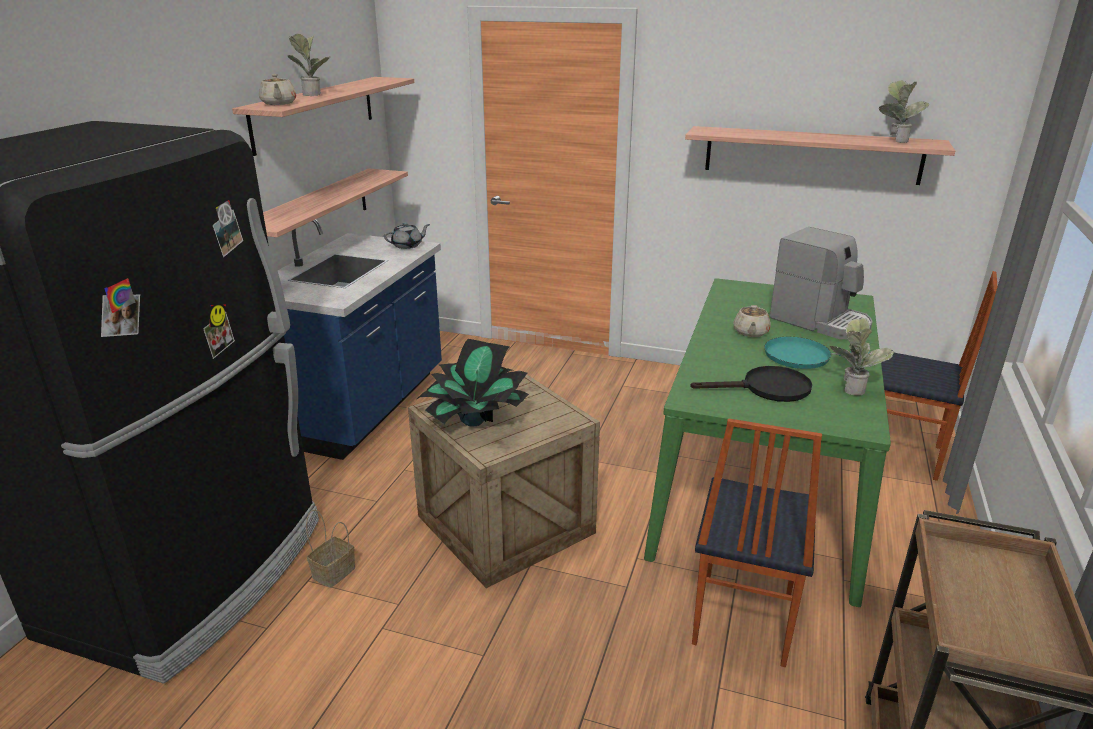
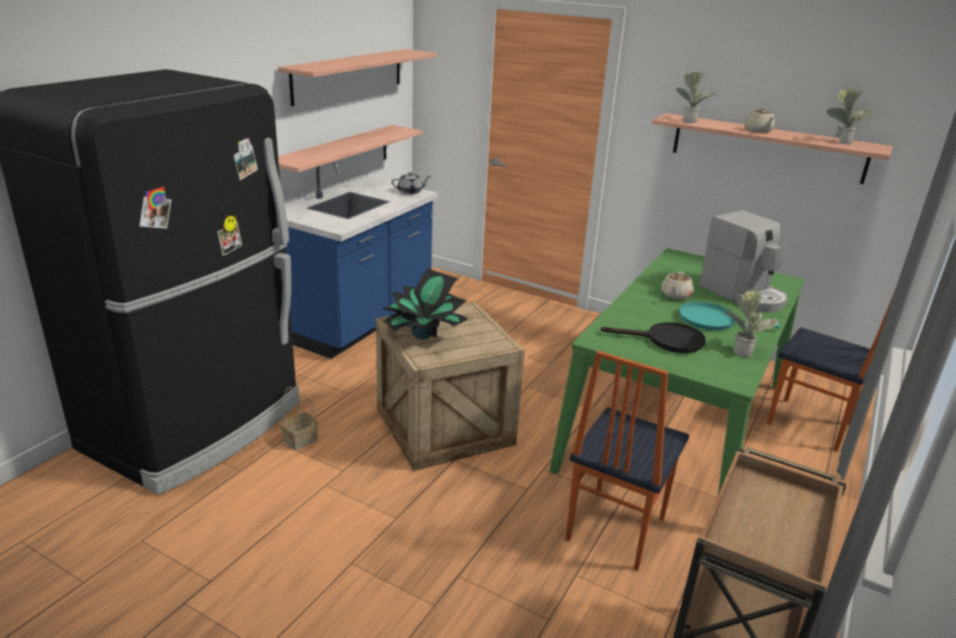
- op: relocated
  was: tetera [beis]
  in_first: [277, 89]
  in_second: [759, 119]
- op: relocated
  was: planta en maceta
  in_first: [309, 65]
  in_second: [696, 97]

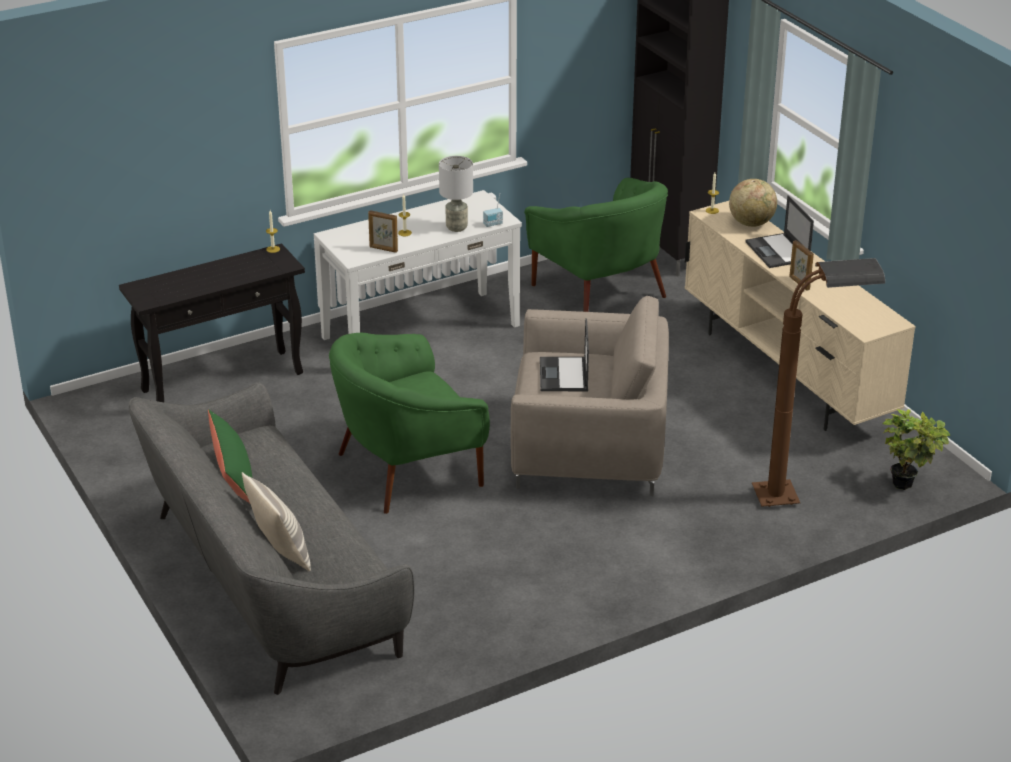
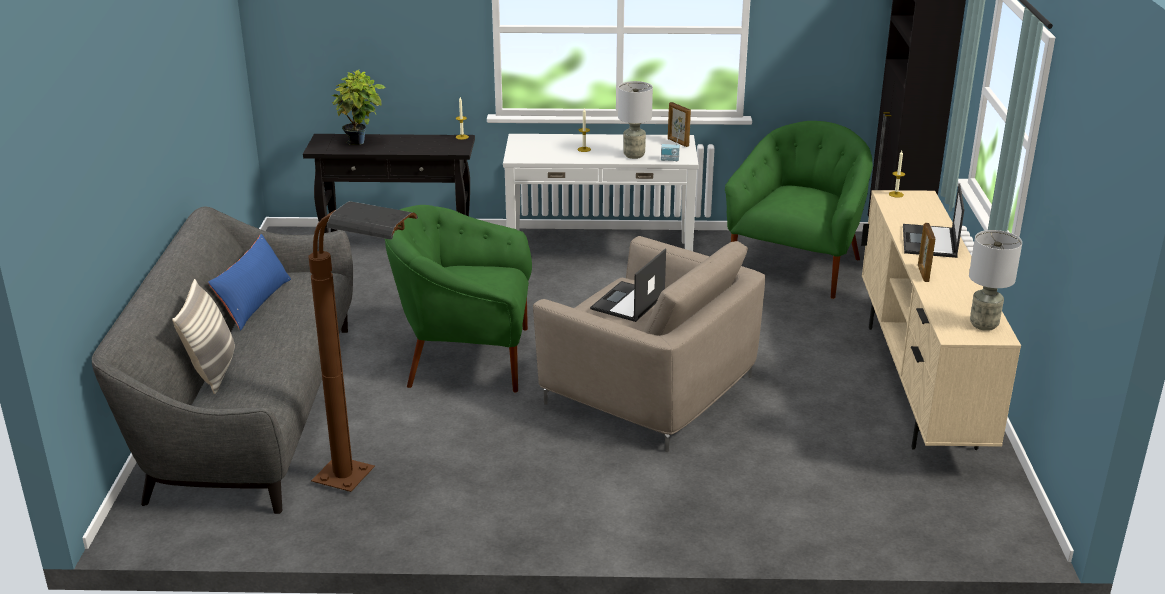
- op: colour
  was: cojín [verde]
  now: cojín [azul]
  in_first: [230, 456]
  in_second: [249, 282]
- op: relocated
  was: portarretratos
  in_first: [383, 231]
  in_second: [679, 124]
- op: spun
  was: sillón [verde]
  in_first: [596, 245]
  in_second: [799, 210]
  clockwise: -150
- op: missing
  was: globo terráqueo
  in_first: [753, 203]
- op: relocated
  was: lámpara de pie [marrón]
  in_first: [818, 382]
  in_second: [363, 346]
- op: relocated
  was: planta en maceta
  in_first: [916, 449]
  in_second: [358, 107]
- op: appeared
  now: lámpara de mesa [gris]
  in_second: [995, 280]

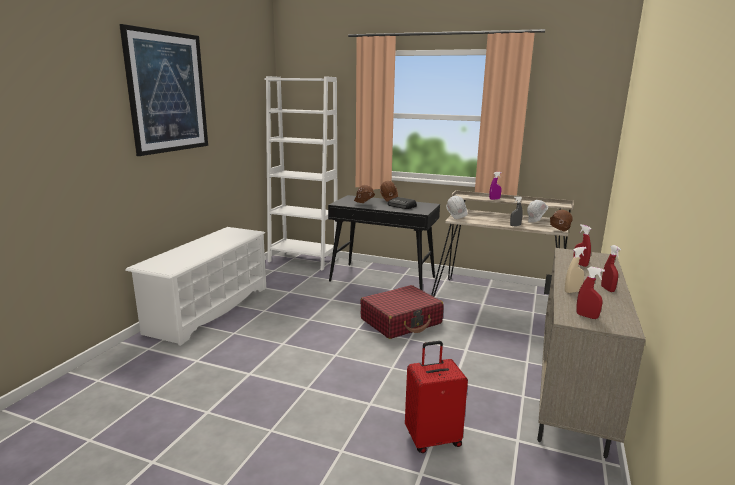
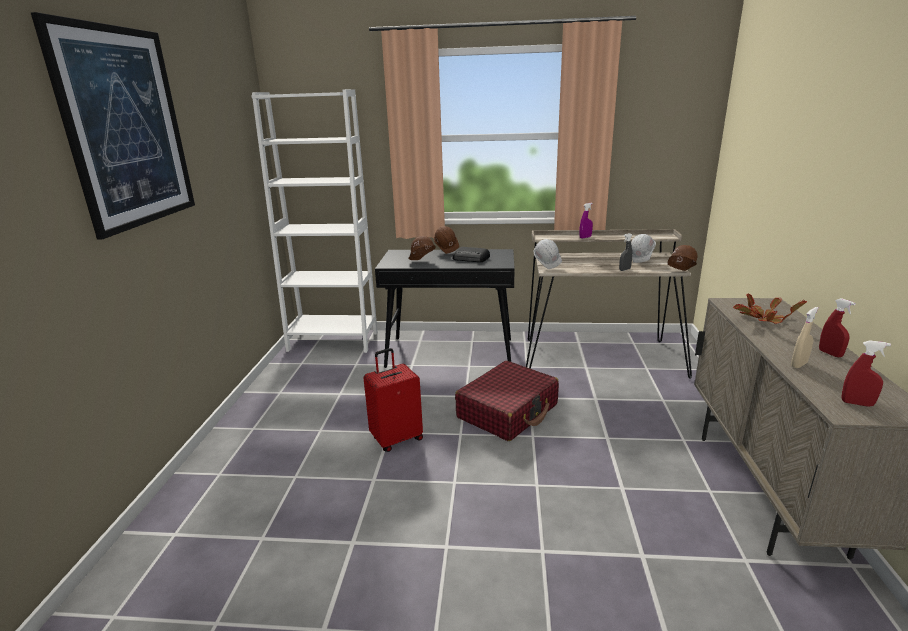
- op: missing
  was: zapatero [blanco]
  in_first: [195, 286]
- op: relocated
  was: maleta [rojo]
  in_first: [436, 397]
  in_second: [393, 400]
- op: exchanged
  was: pulverizador [rojo]
  now: planta en maceta
  in_first: [582, 245]
  in_second: [770, 308]

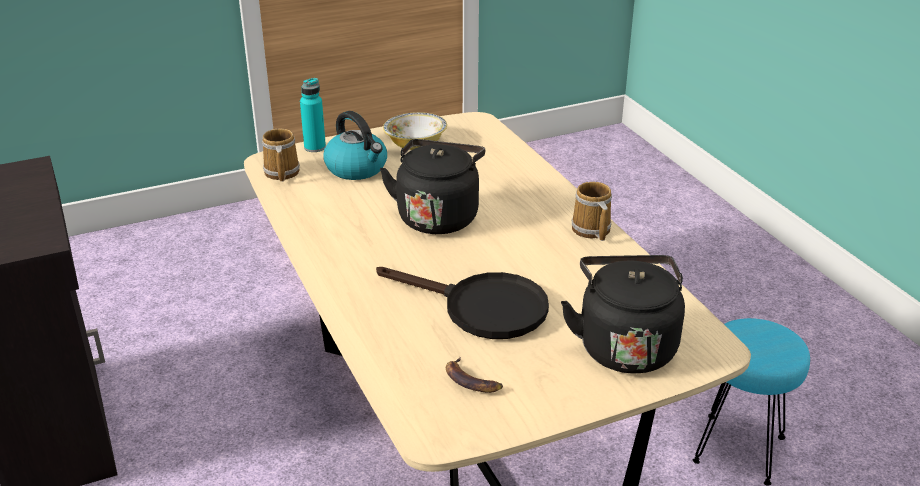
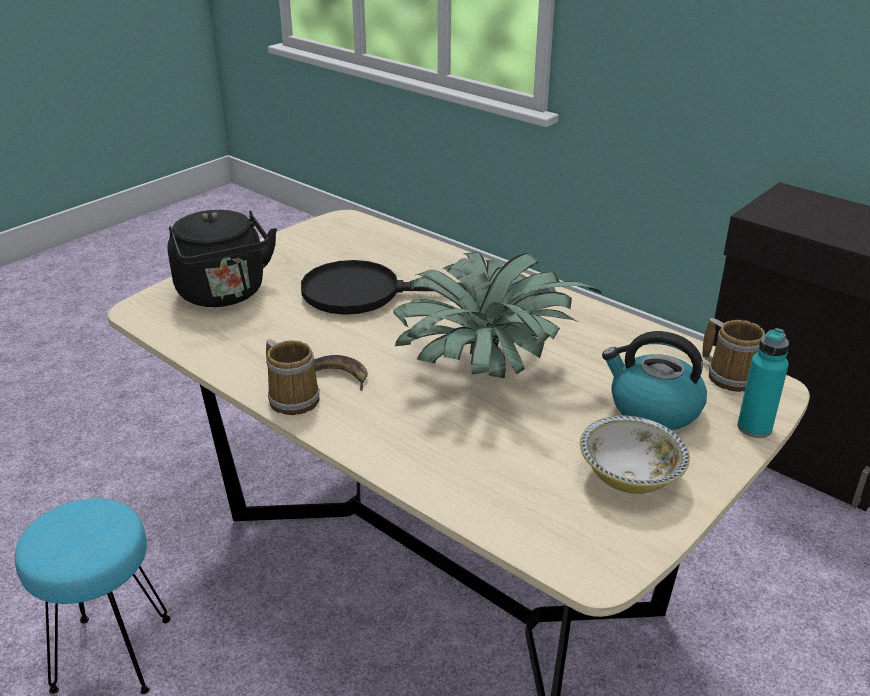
- op: exchanged
  was: hervidor [negro]
  now: planta en maceta
  in_first: [432, 186]
  in_second: [497, 315]
- op: relocated
  was: plátano
  in_first: [474, 375]
  in_second: [341, 373]

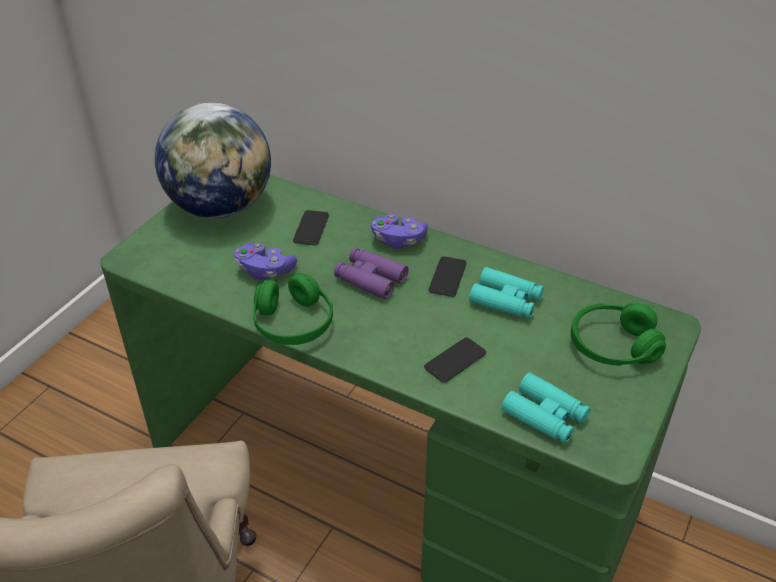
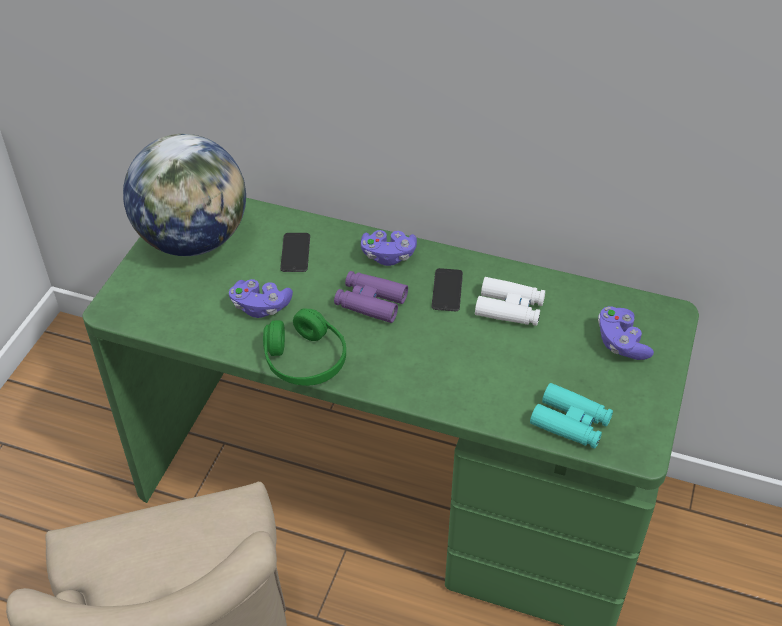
- op: missing
  was: móvil
  in_first: [455, 360]
- op: colour
  was: prismáticos [turquesa]
  now: prismáticos [blanco]
  in_first: [506, 293]
  in_second: [510, 301]
- op: exchanged
  was: auriculares [verde]
  now: mando de consola [morado]
  in_first: [618, 334]
  in_second: [626, 333]

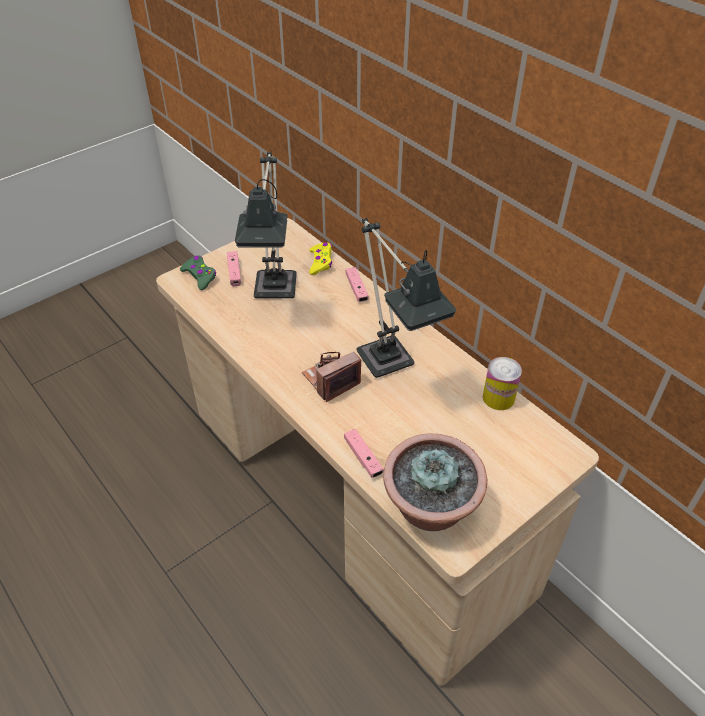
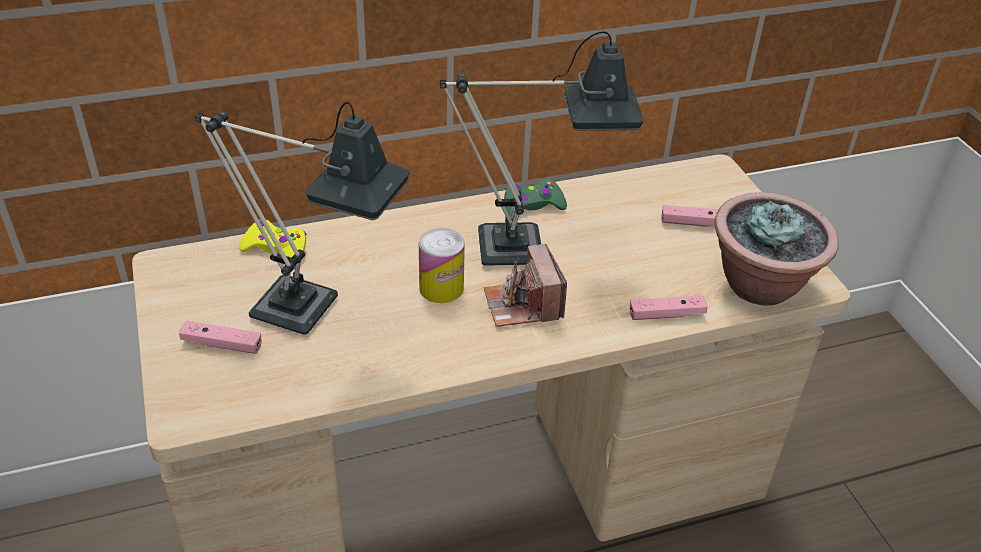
- op: relocated
  was: mando de consola [verde]
  in_first: [198, 272]
  in_second: [535, 196]
- op: relocated
  was: mando de consola [rosa]
  in_first: [357, 284]
  in_second: [690, 216]
- op: relocated
  was: lata
  in_first: [502, 383]
  in_second: [442, 265]

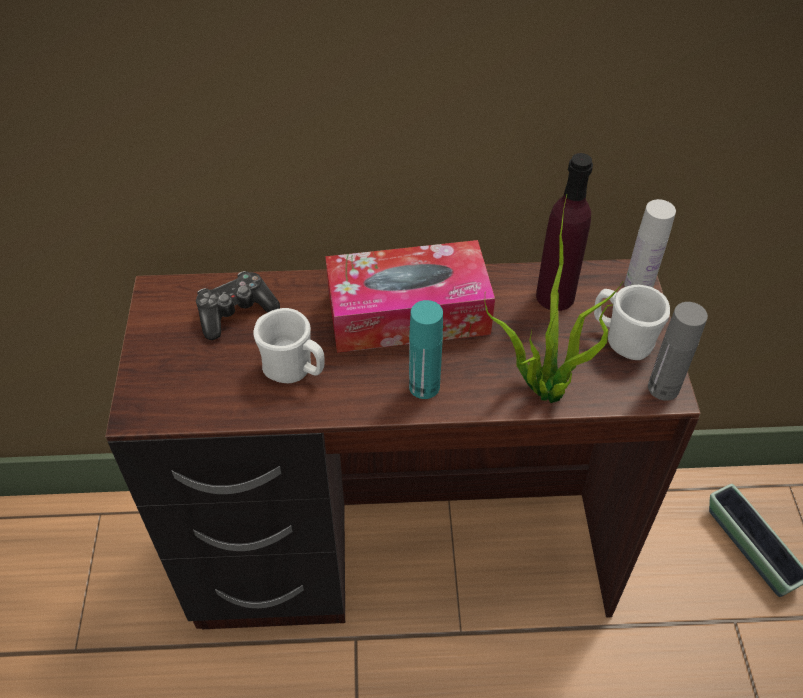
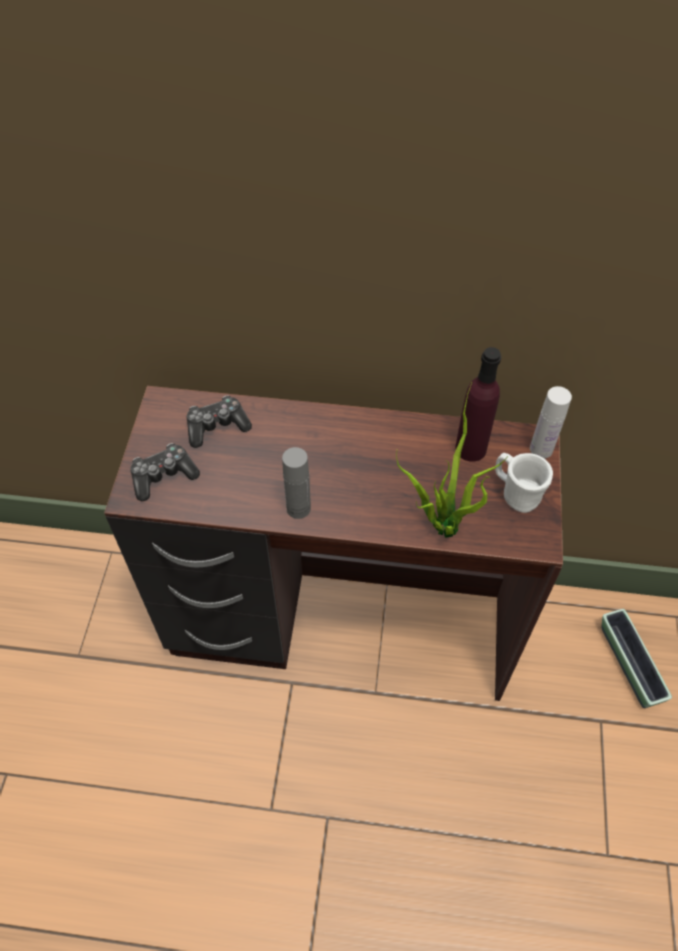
- op: missing
  was: taza grande [blanco]
  in_first: [288, 345]
- op: missing
  was: caja de pañuelos
  in_first: [410, 296]
- op: missing
  was: botella [turquesa]
  in_first: [426, 349]
- op: relocated
  was: botella [gris]
  in_first: [678, 351]
  in_second: [296, 483]
- op: appeared
  now: mando de consola
  in_second: [165, 472]

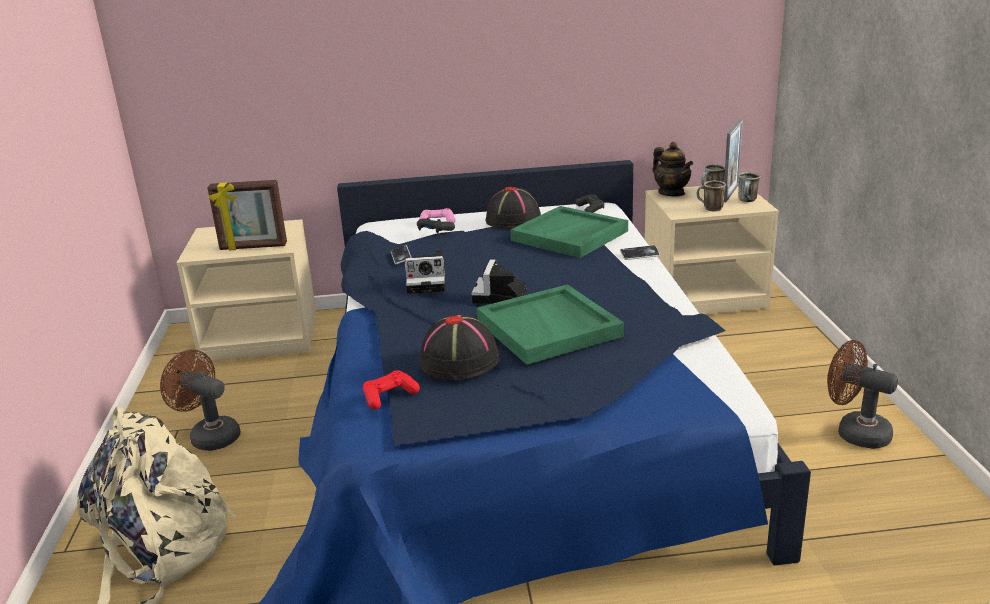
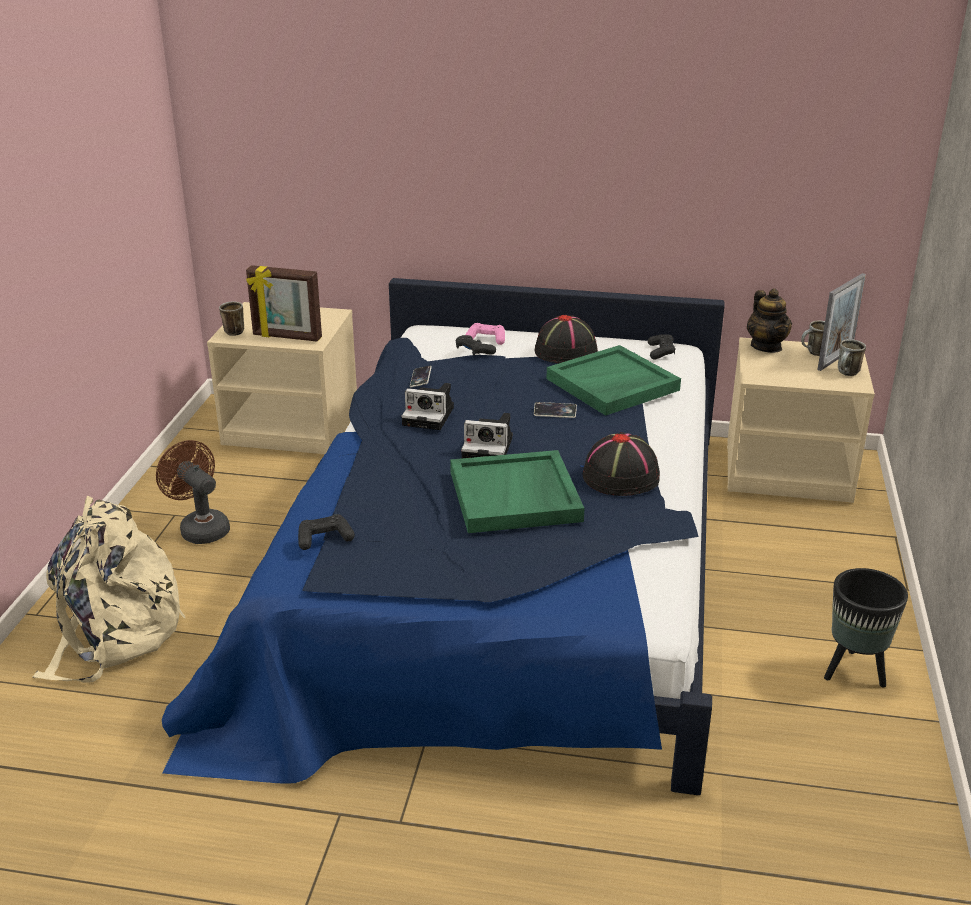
- op: colour
  was: mando de consola [rojo]
  now: mando de consola [negro]
  in_first: [391, 390]
  in_second: [326, 532]
- op: relocated
  was: sombrero [negro]
  in_first: [460, 347]
  in_second: [621, 464]
- op: spun
  was: cámara
  in_first: [499, 281]
  in_second: [486, 435]
  clockwise: -105
- op: relocated
  was: móvil
  in_first: [640, 252]
  in_second: [555, 410]
- op: relocated
  was: taza grande
  in_first: [711, 196]
  in_second: [231, 319]
- op: exchanged
  was: ventilador [marrón]
  now: maceta [negro]
  in_first: [862, 394]
  in_second: [866, 628]

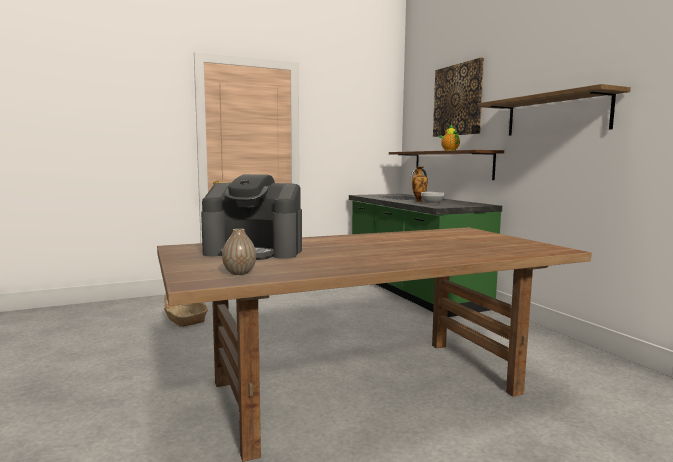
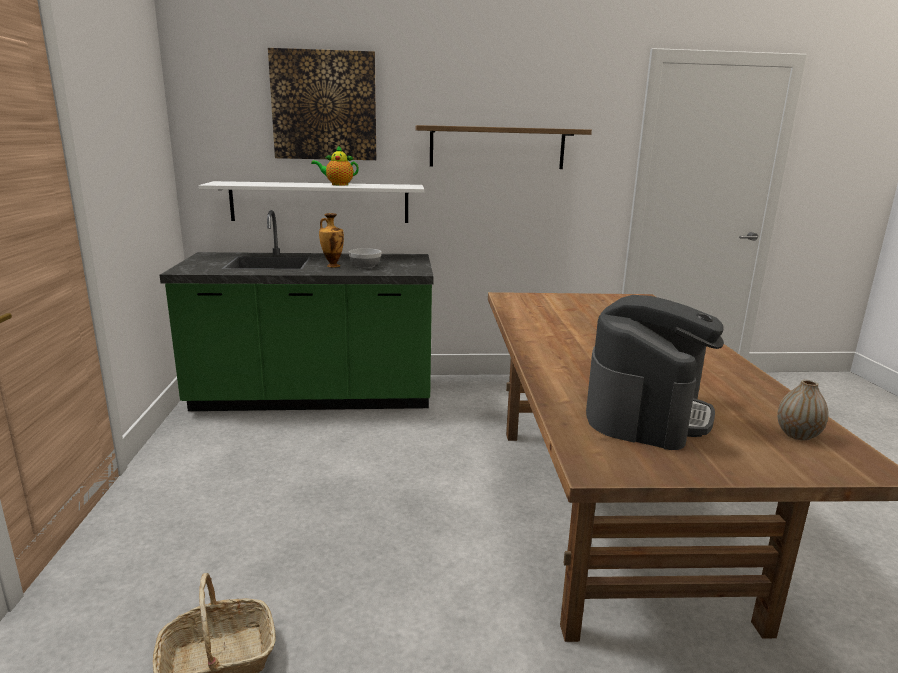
- op: colour
  was: estante [marrón]
  now: estante [blanco]
  in_first: [446, 165]
  in_second: [311, 202]

